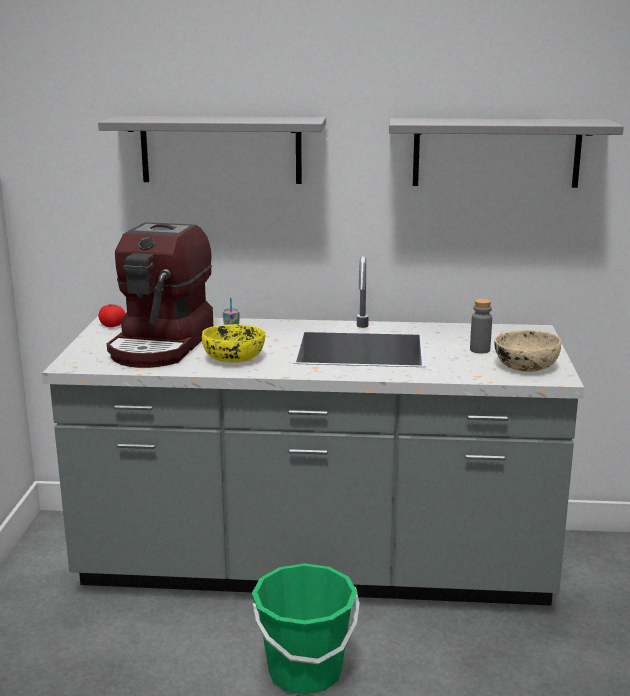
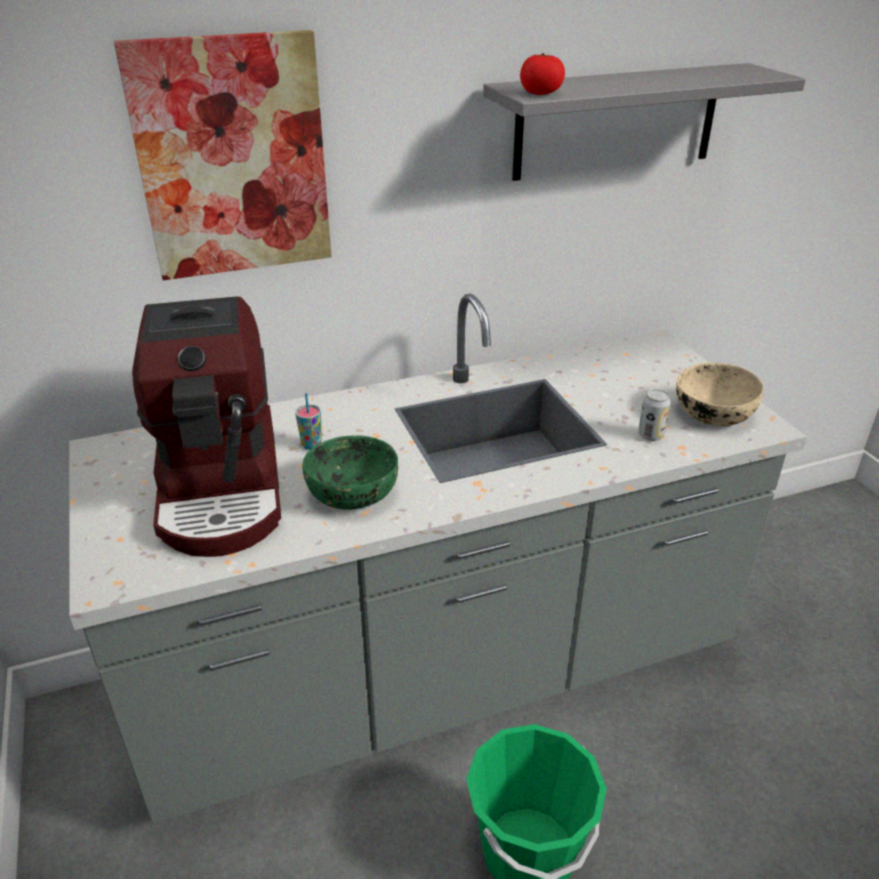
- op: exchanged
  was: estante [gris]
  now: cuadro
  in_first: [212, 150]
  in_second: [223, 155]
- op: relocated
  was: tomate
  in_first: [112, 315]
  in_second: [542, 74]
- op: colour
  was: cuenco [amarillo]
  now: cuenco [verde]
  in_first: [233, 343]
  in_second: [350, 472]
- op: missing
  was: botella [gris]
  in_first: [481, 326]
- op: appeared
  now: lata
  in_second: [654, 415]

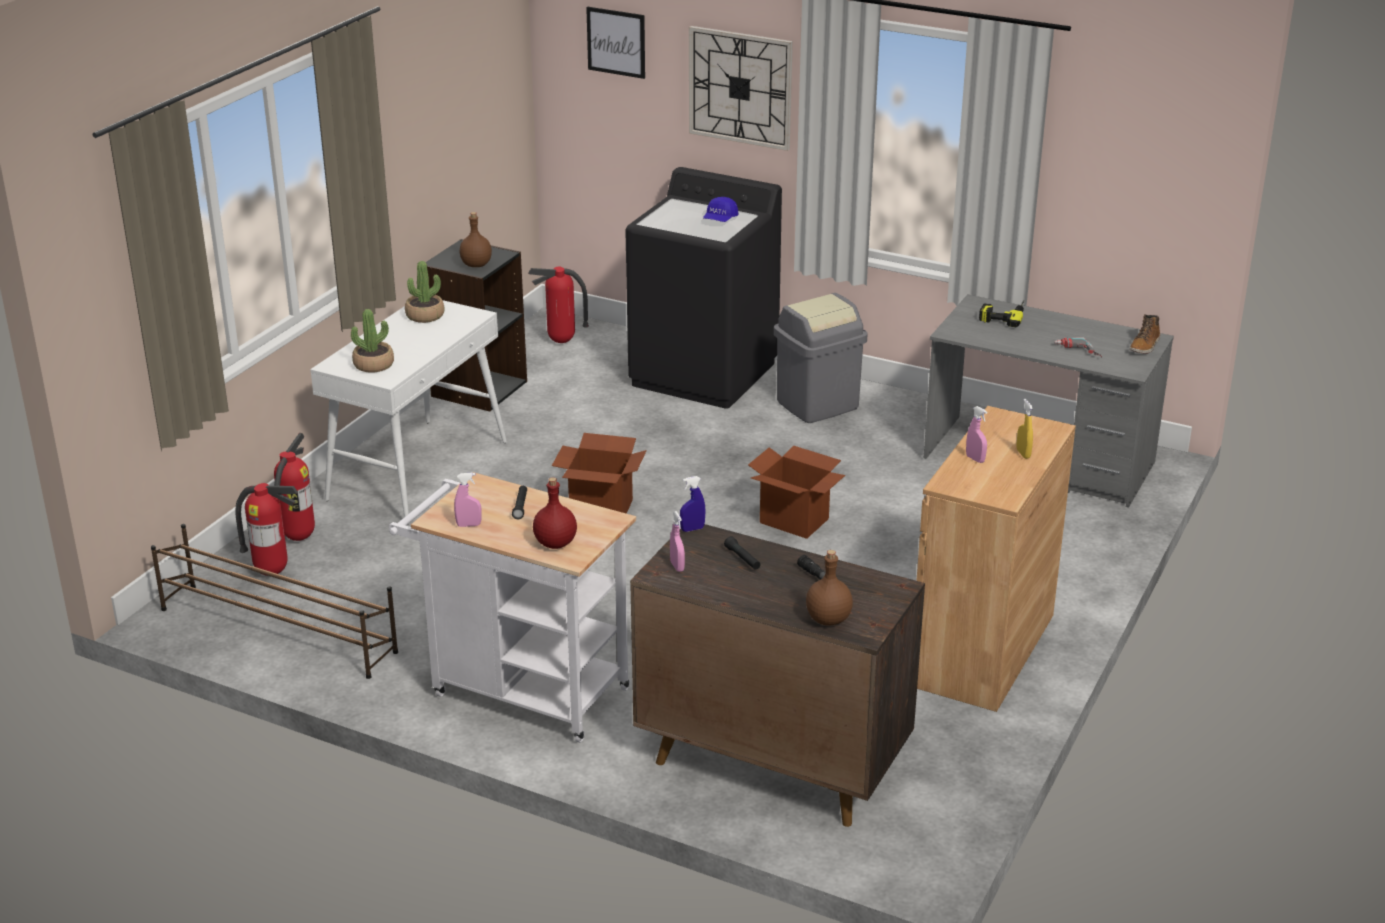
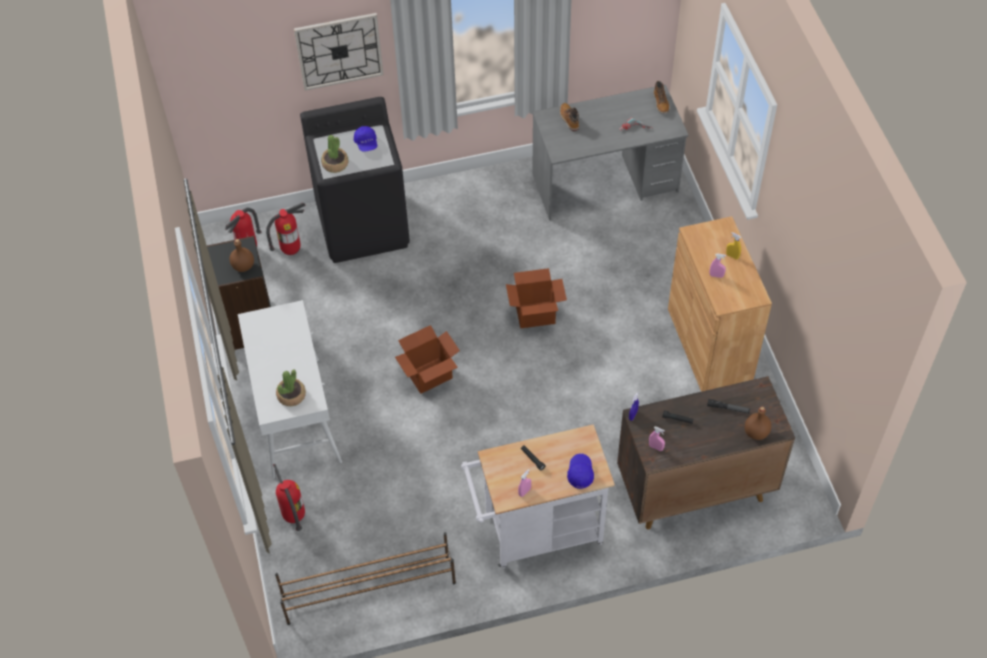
- op: relocated
  was: extintor
  in_first: [266, 529]
  in_second: [286, 228]
- op: relocated
  was: planta en maceta
  in_first: [425, 292]
  in_second: [334, 154]
- op: exchanged
  was: botella [rojo]
  now: gorra [azul]
  in_first: [555, 513]
  in_second: [580, 471]
- op: missing
  was: cuadro
  in_first: [615, 43]
- op: missing
  was: papelera [gris]
  in_first: [820, 358]
- op: exchanged
  was: taladro
  now: bota
  in_first: [1001, 313]
  in_second: [569, 117]

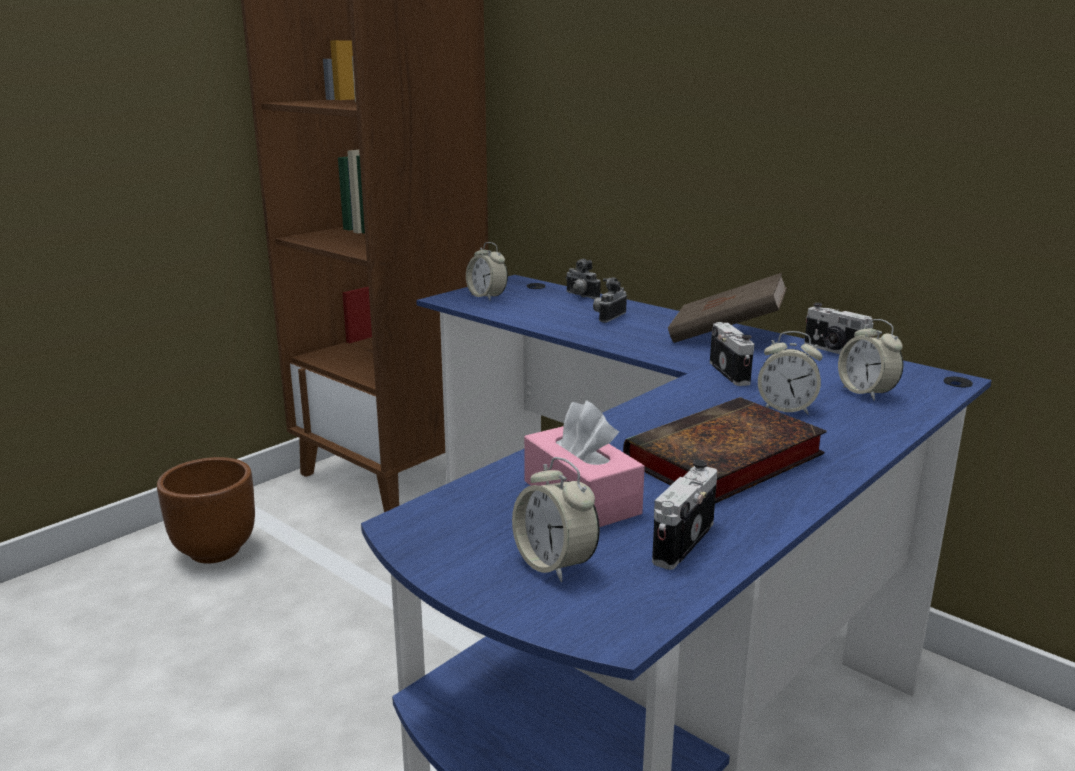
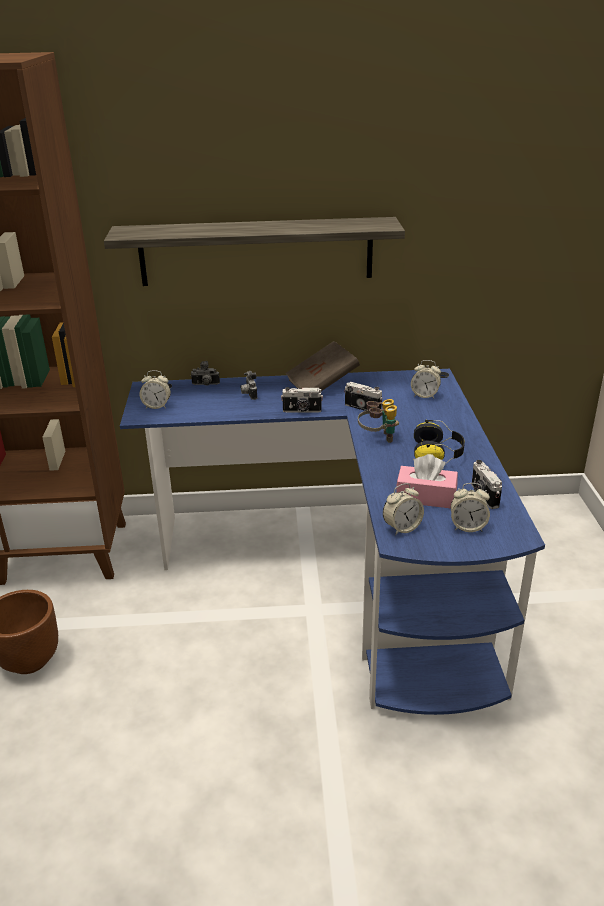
- op: exchanged
  was: libro
  now: auriculares
  in_first: [725, 450]
  in_second: [439, 443]
- op: relocated
  was: despertador
  in_first: [790, 373]
  in_second: [403, 509]
- op: relocated
  was: cámara
  in_first: [838, 328]
  in_second: [302, 400]
- op: appeared
  now: estante
  in_second: [254, 251]
- op: appeared
  now: prismáticos
  in_second: [378, 421]

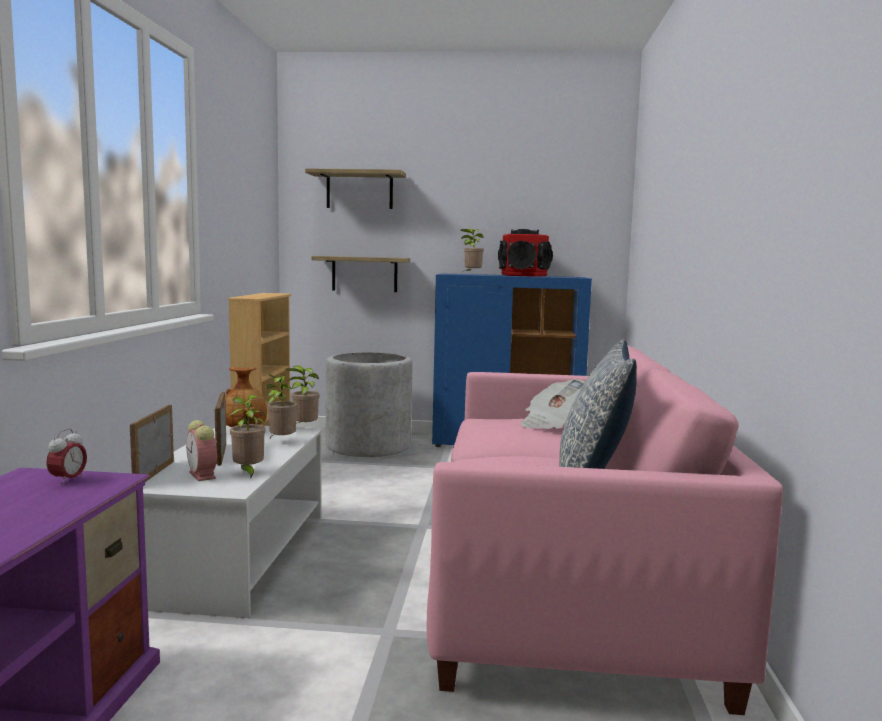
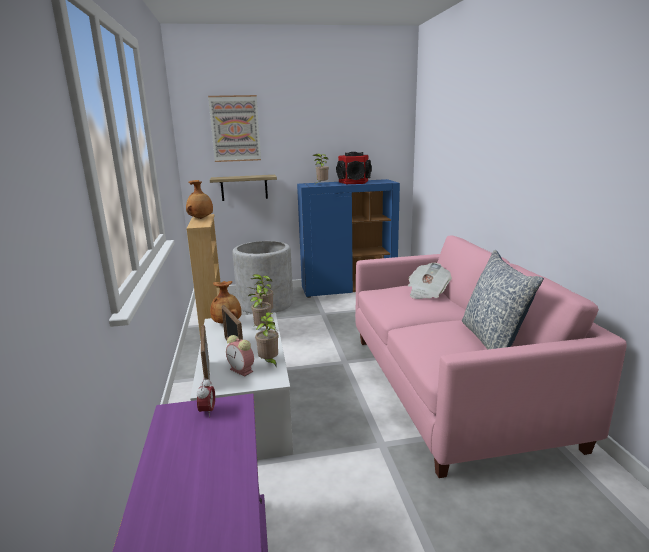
- op: exchanged
  was: estante
  now: cuadro
  in_first: [355, 188]
  in_second: [234, 128]
- op: appeared
  now: florero [marrón]
  in_second: [199, 199]

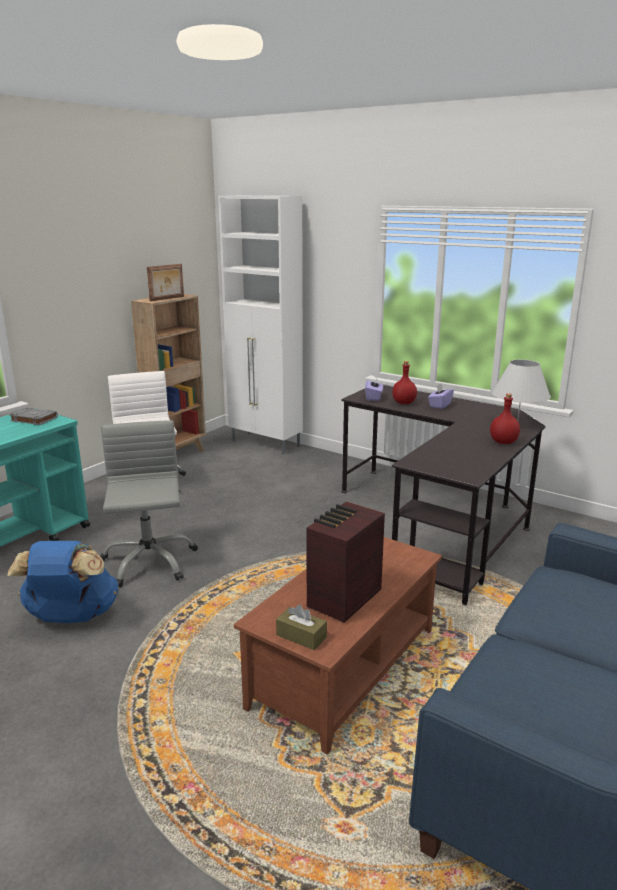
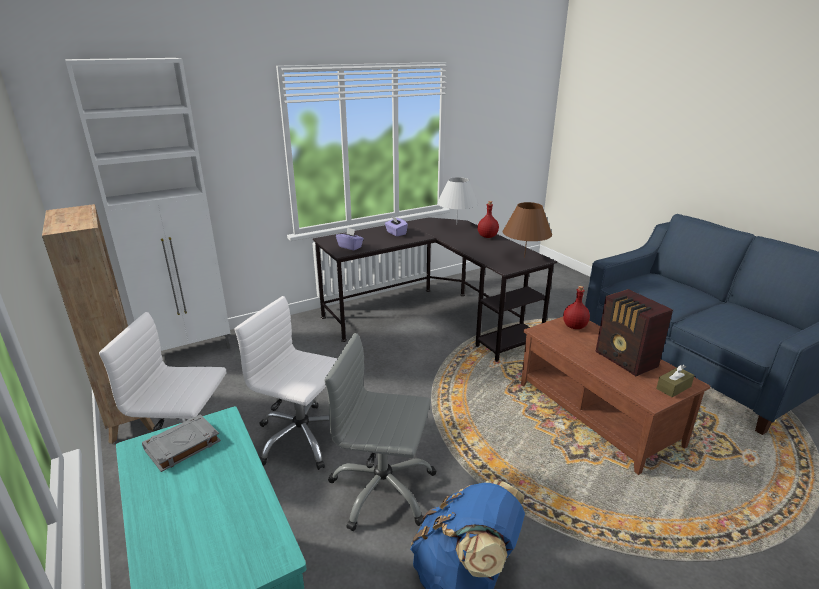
- op: missing
  was: portarretratos
  in_first: [165, 282]
- op: relocated
  was: botella [rojo]
  in_first: [404, 382]
  in_second: [576, 307]
- op: appeared
  now: silla de oficina [blanco]
  in_second: [286, 383]
- op: appeared
  now: lámpara de mesa [marrón]
  in_second: [527, 230]

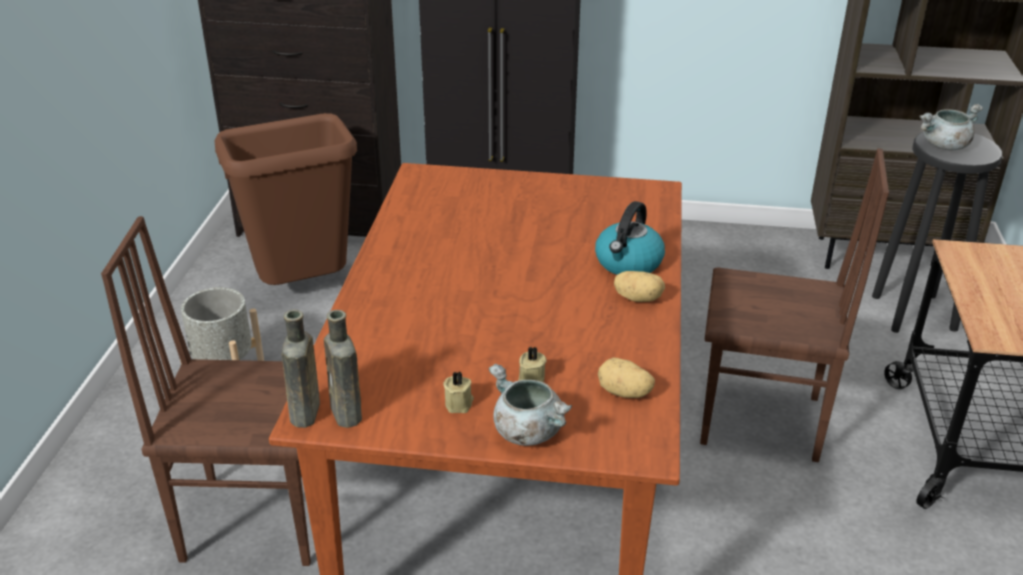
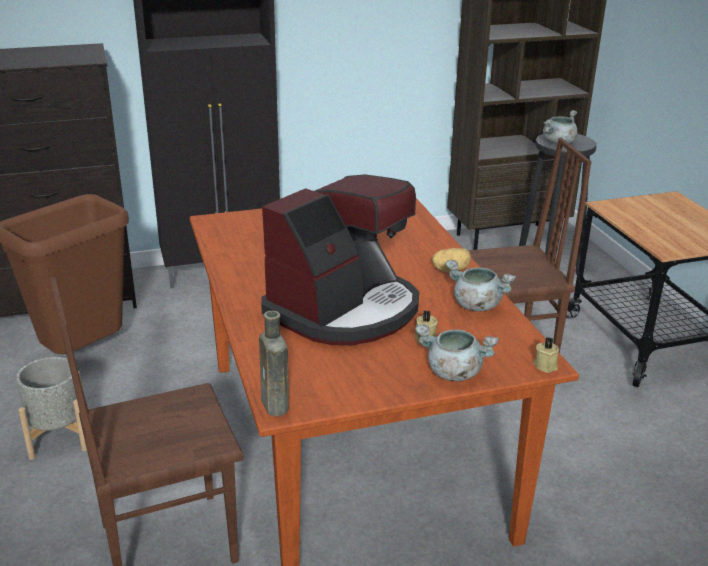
- op: missing
  was: botella [marrón]
  in_first: [343, 369]
- op: relocated
  was: vela [beis]
  in_first: [458, 392]
  in_second: [546, 355]
- op: missing
  was: hervidor
  in_first: [630, 238]
- op: missing
  was: patata
  in_first: [626, 378]
- op: appeared
  now: cafetera
  in_second: [340, 260]
- op: appeared
  now: olla [gris]
  in_second: [480, 285]

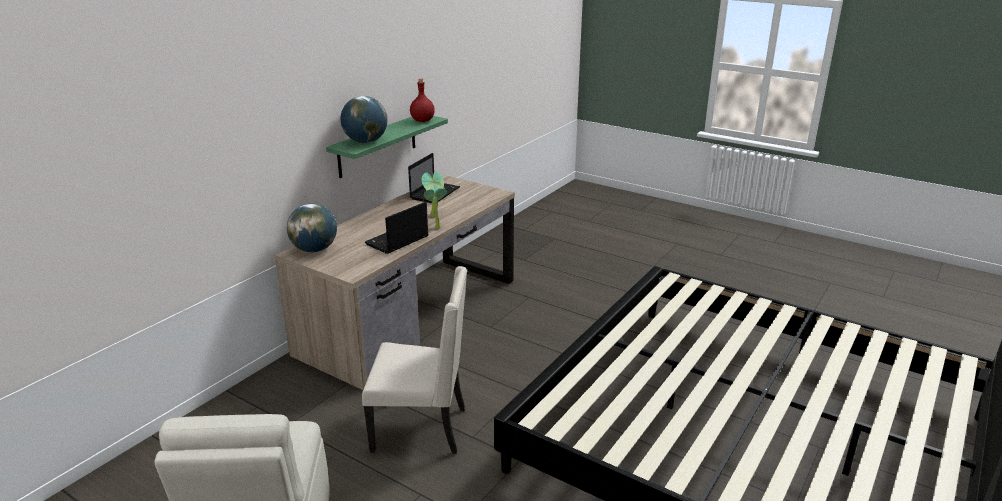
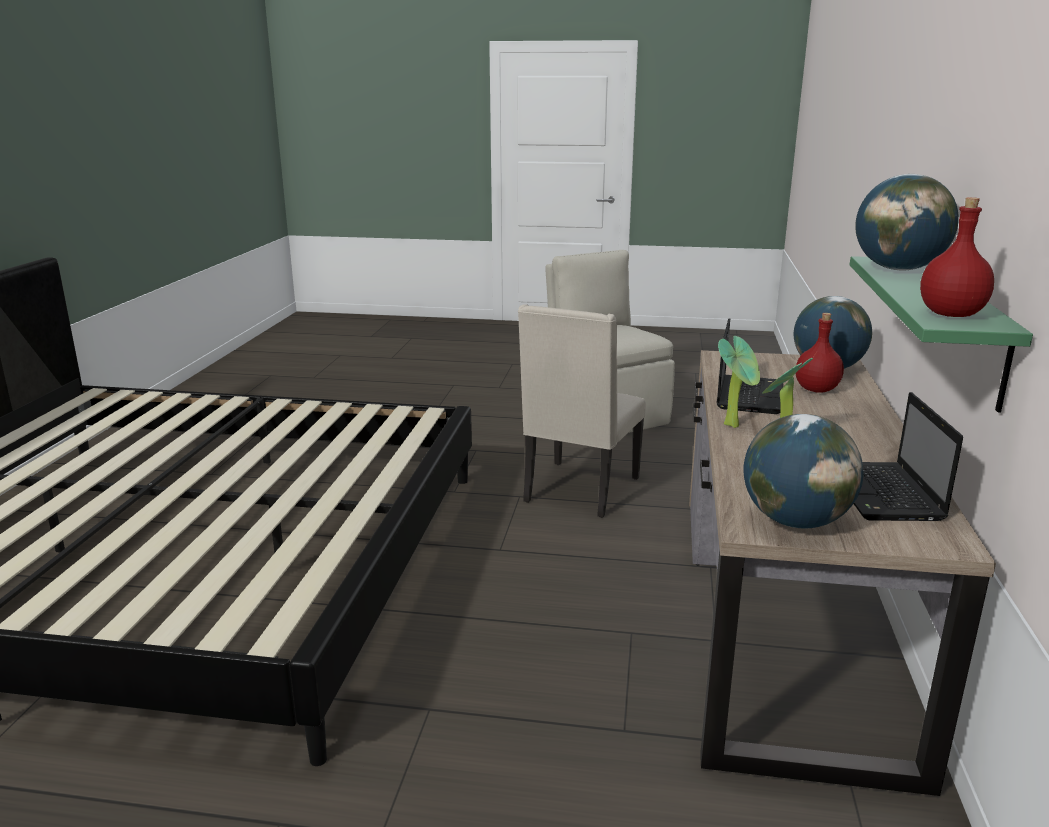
- op: spun
  was: silla [beis]
  in_first: [414, 360]
  in_second: [582, 411]
  clockwise: -45
- op: appeared
  now: globo terráqueo
  in_second: [803, 471]
- op: appeared
  now: botella [rojo]
  in_second: [820, 353]

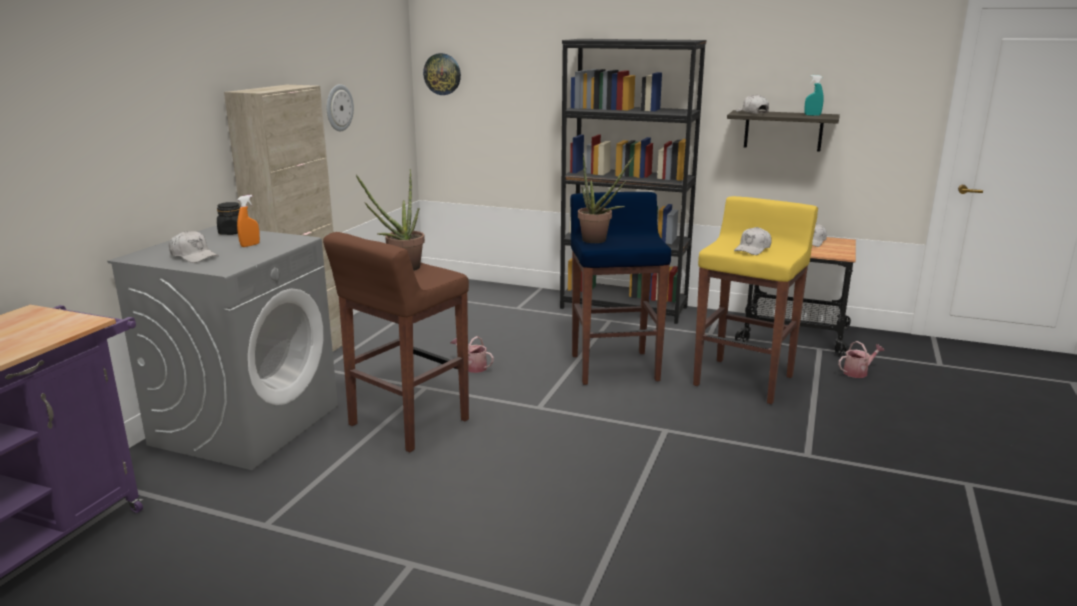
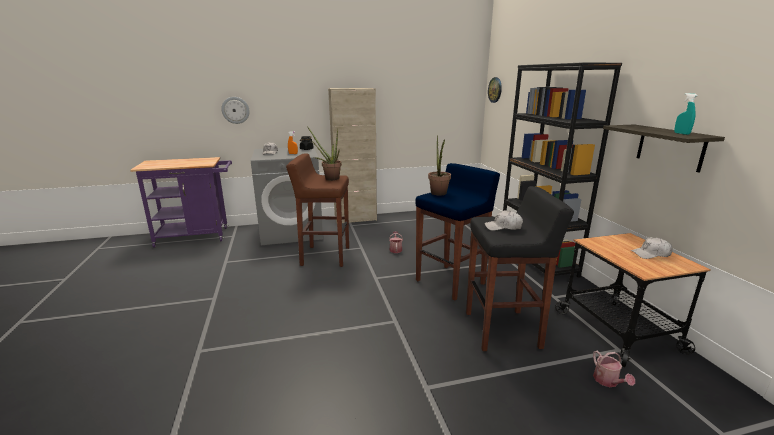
- op: relocated
  was: reloj de pared
  in_first: [340, 107]
  in_second: [235, 110]
- op: colour
  was: taburete [amarillo]
  now: taburete [negro]
  in_first: [755, 300]
  in_second: [520, 268]
- op: missing
  was: gorra [blanco]
  in_first: [752, 104]
- op: spun
  was: regadera
  in_first: [861, 359]
  in_second: [614, 369]
  clockwise: 45

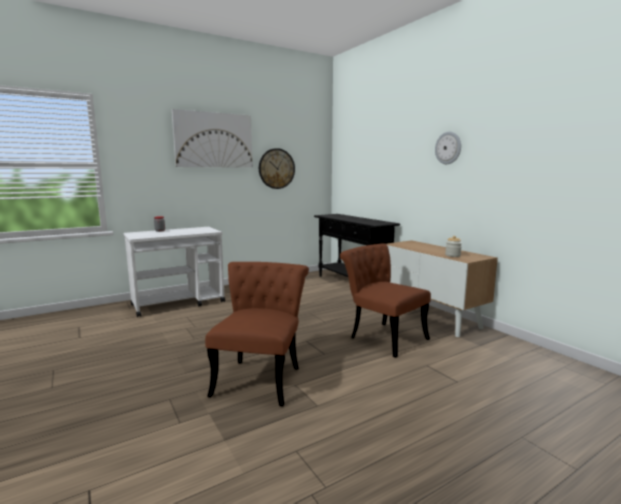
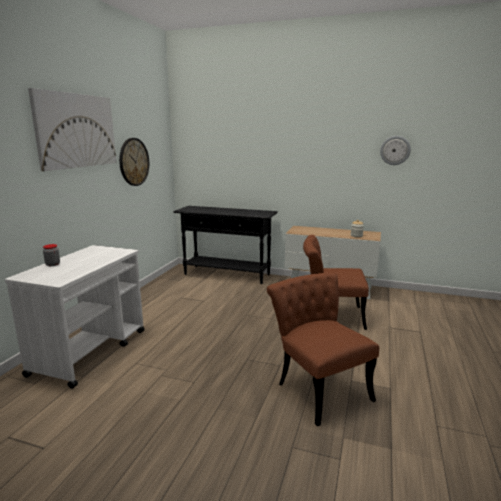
- op: relocated
  was: reloj de pared
  in_first: [448, 148]
  in_second: [395, 150]

